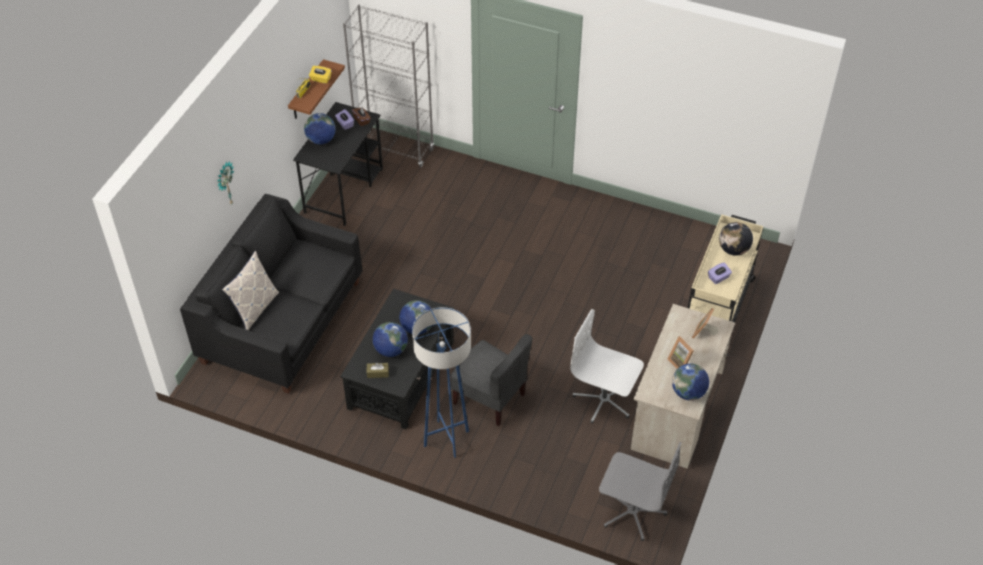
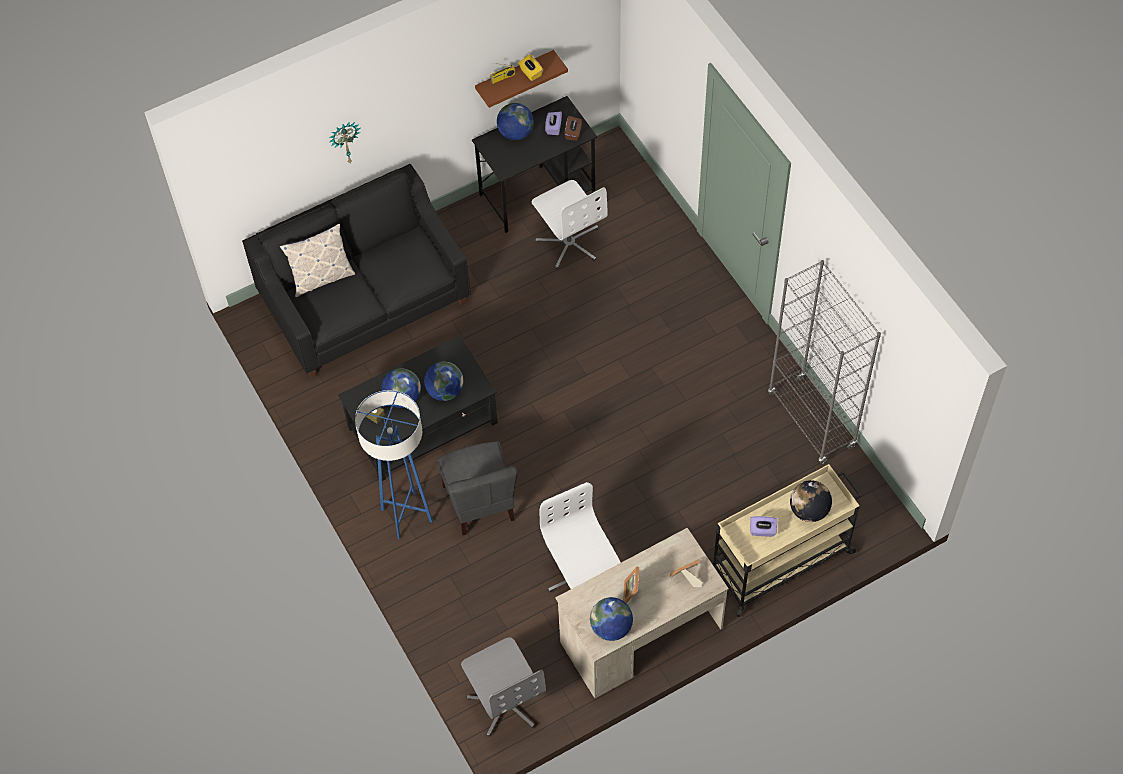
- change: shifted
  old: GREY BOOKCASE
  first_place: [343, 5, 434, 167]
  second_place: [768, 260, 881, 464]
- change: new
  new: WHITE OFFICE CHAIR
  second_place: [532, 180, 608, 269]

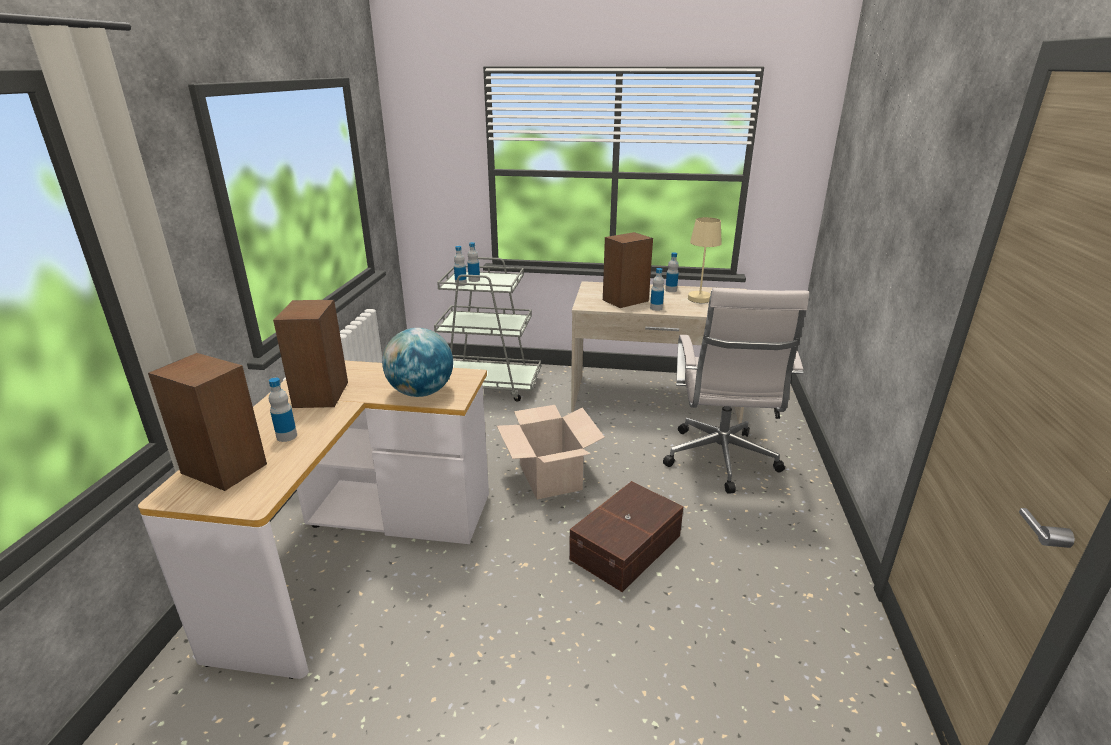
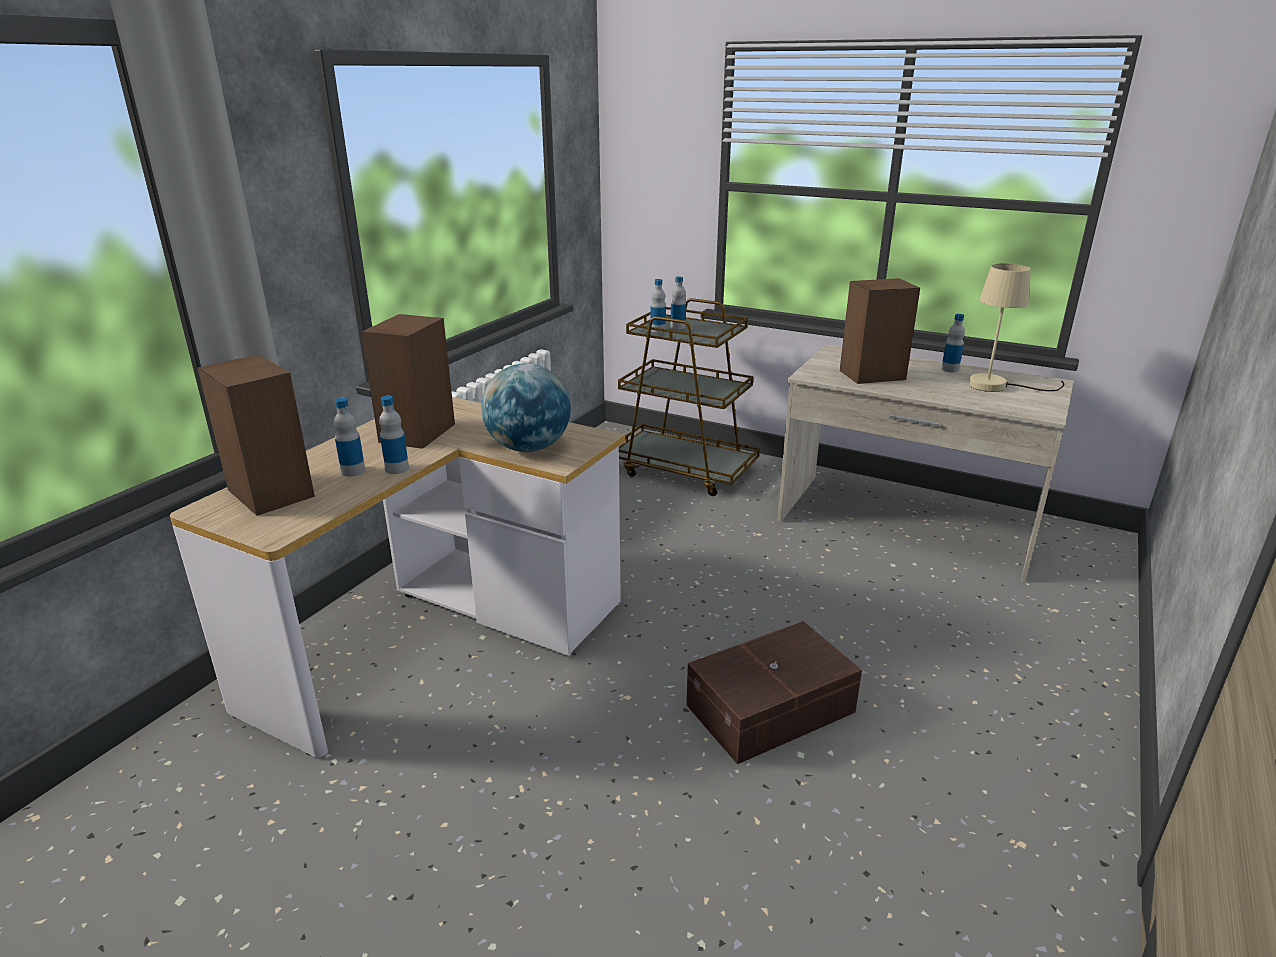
- change: repainted
  old: GREY CART
  new: BROWN CART
  first_place: [434, 257, 541, 402]
  second_place: [618, 298, 760, 496]
- change: gone
  old: CARDBOARD BOX
  first_place: [497, 405, 605, 499]
- change: shifted
  old: BOTTLE
  first_place: [650, 268, 664, 311]
  second_place: [379, 396, 409, 474]
- change: gone
  old: WHITE OFFICE CHAIR
  first_place: [663, 288, 809, 494]

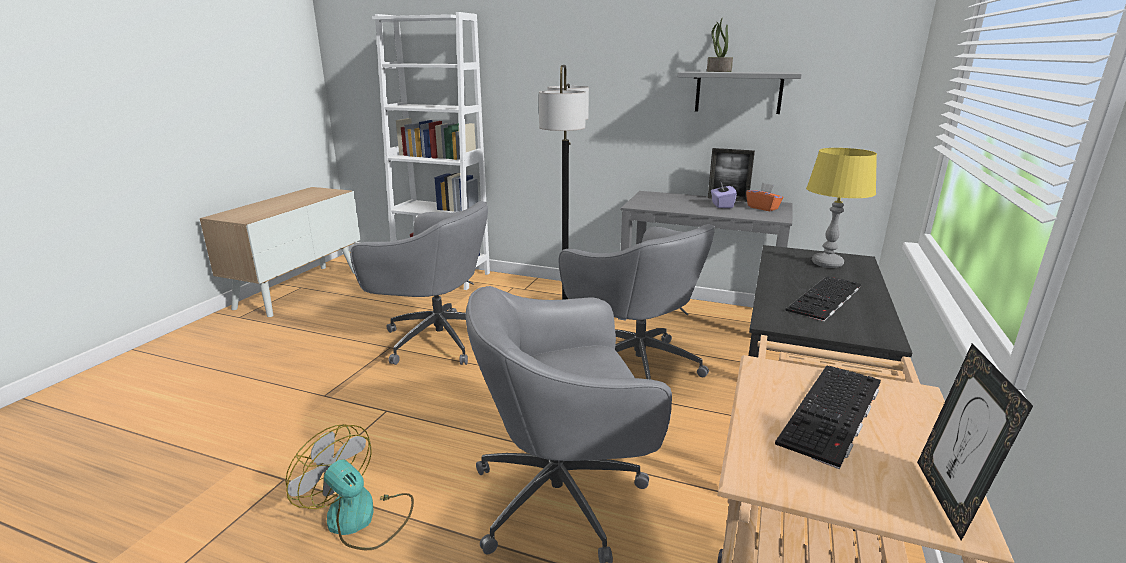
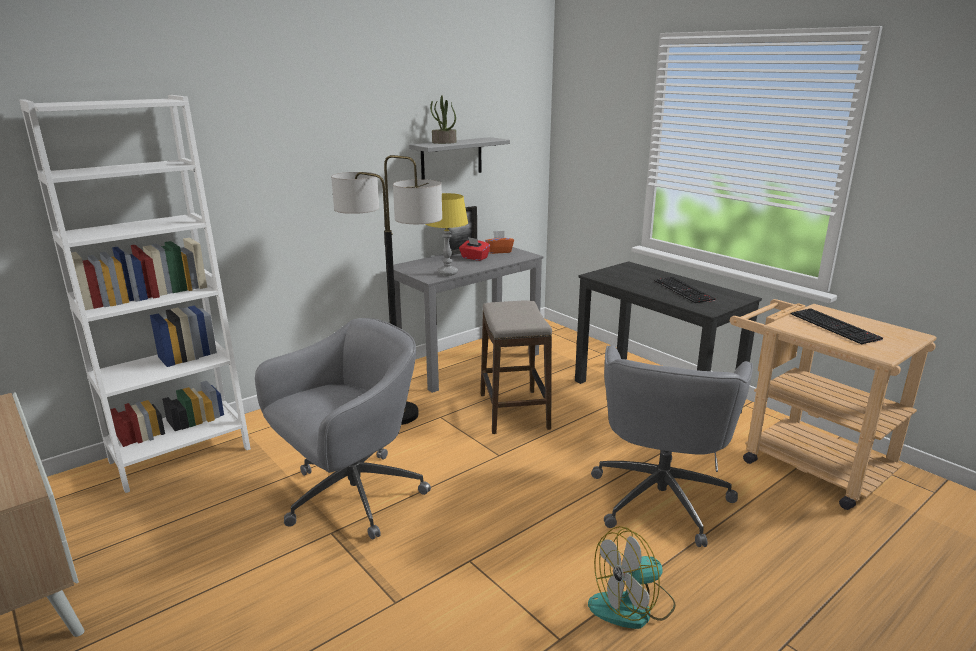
- change: swapped
  old: GREY OFFICE CHAIR
  new: STOOL
  first_place: [559, 224, 715, 380]
  second_place: [481, 300, 552, 434]
- change: repainted
  old: PURPLE TISSUE BOX
  new: RED TISSUE BOX
  first_place: [711, 181, 737, 208]
  second_place: [459, 237, 490, 261]
- change: shifted
  old: YELLOW TABLE LAMP
  first_place: [806, 148, 877, 268]
  second_place: [425, 193, 468, 276]
- change: gone
  old: PICTURE FRAME
  first_place: [917, 343, 1033, 541]

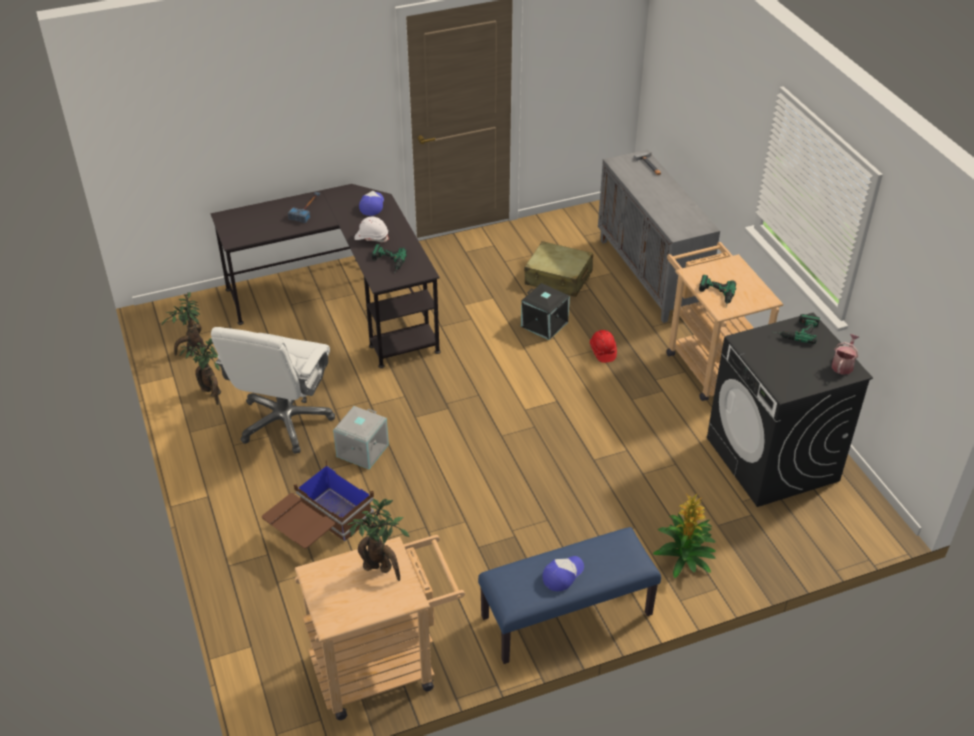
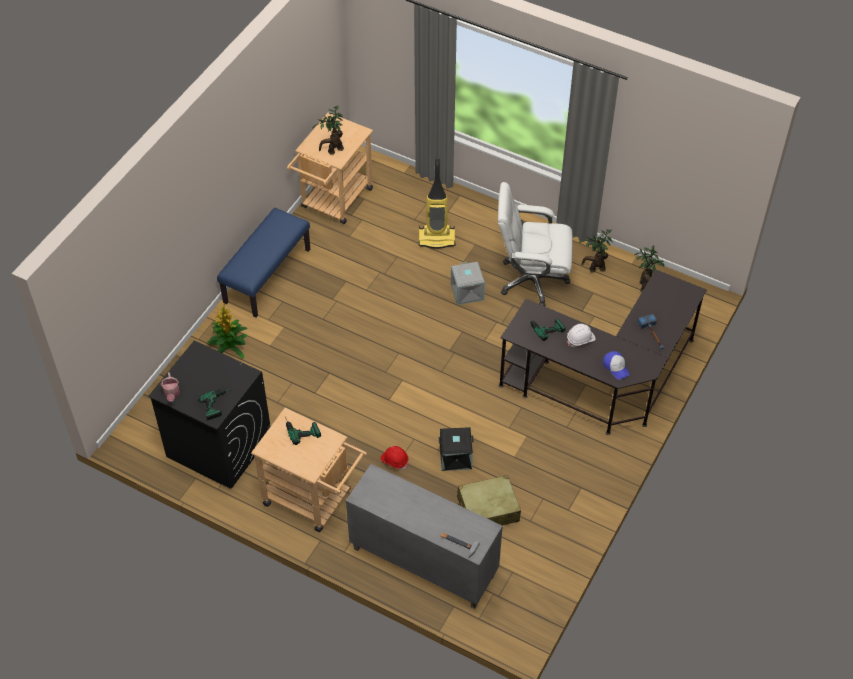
- change: rotated
  old: WHITE OFFICE CHAIR
  first_place: [211, 327, 335, 454]
  second_place: [498, 182, 573, 306]
  degrees: -60
- change: swapped
  old: BROWN STORAGE BOX
  new: VACUUM CLEANER
  first_place: [262, 461, 374, 549]
  second_place: [418, 158, 455, 249]
- change: gone
  old: CAP
  first_place: [543, 556, 584, 591]

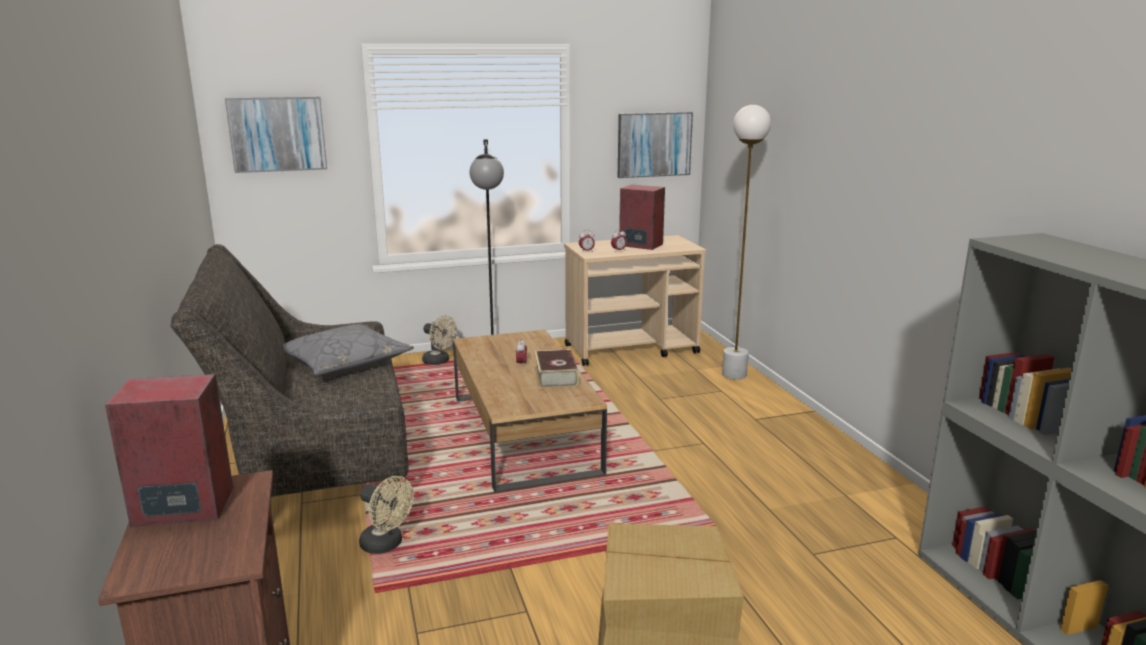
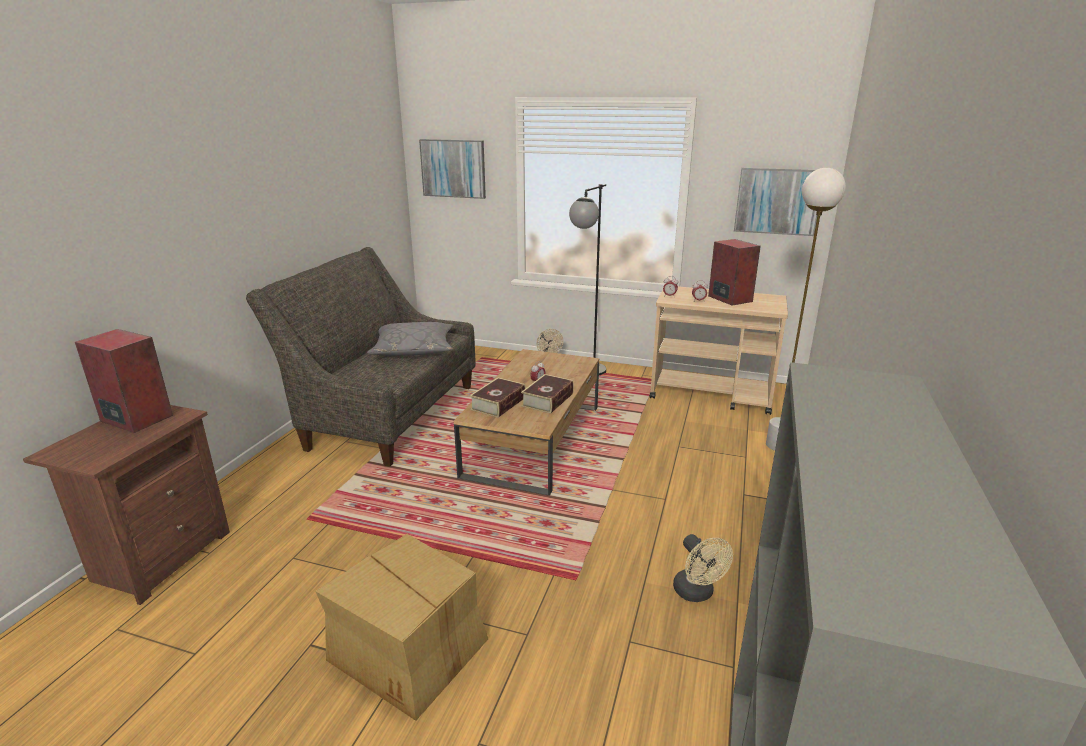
- change: shifted
  old: BEIGE FAN
  first_place: [359, 476, 414, 554]
  second_place: [673, 534, 733, 602]
- change: new
  new: BOOK
  second_place: [469, 378, 526, 418]

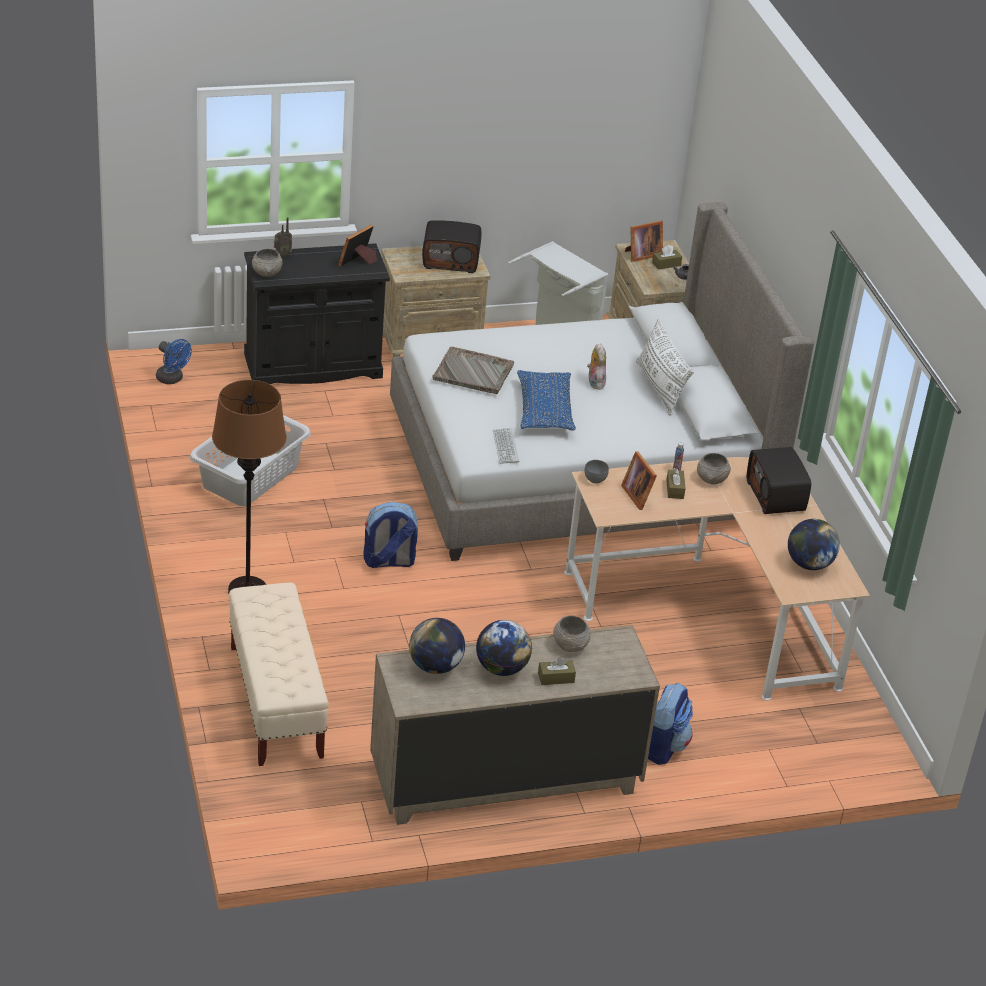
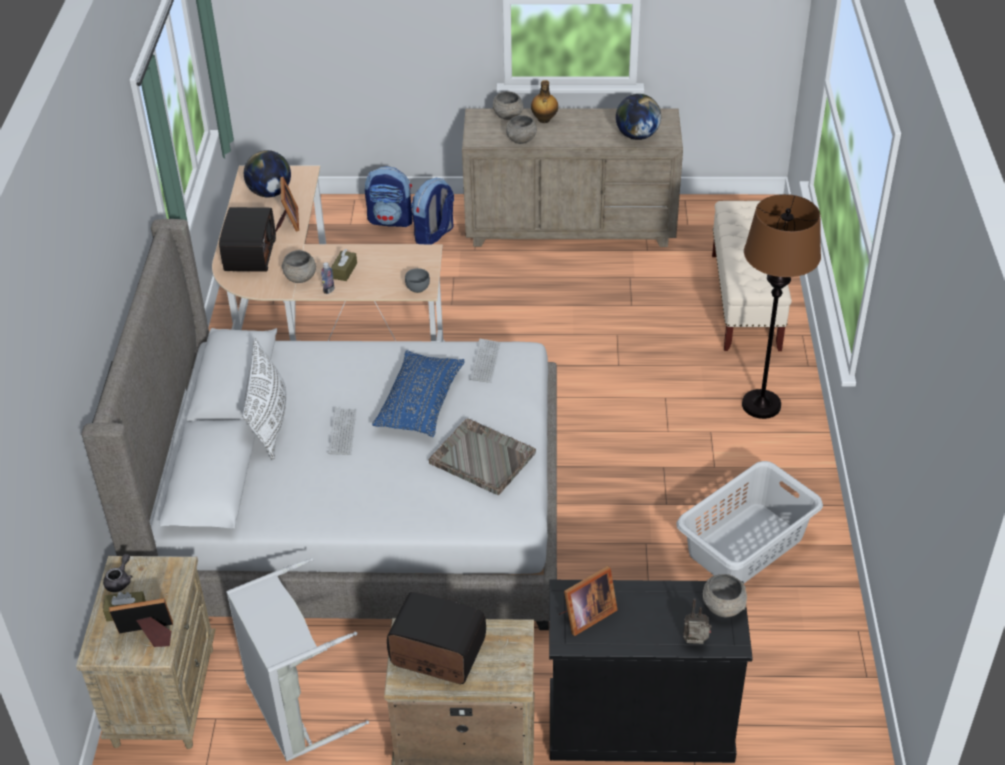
- change: gone
  old: BLUE FAN
  first_place: [156, 339, 192, 384]
- change: shifted
  old: BACKPACK
  first_place: [363, 502, 418, 568]
  second_place: [365, 166, 412, 227]
- change: gone
  old: GLOBE
  first_place: [476, 620, 532, 676]
- change: swapped
  old: BROWN TISSUE BOX
  new: BOTTLE
  first_place: [538, 657, 576, 685]
  second_place: [531, 80, 558, 123]
- change: swapped
  old: PLUSH TOY
  new: KEYBOARD
  first_place: [587, 343, 606, 390]
  second_place: [328, 408, 356, 455]
- change: shifted
  old: PICTURE FRAME
  first_place: [621, 451, 657, 510]
  second_place: [276, 177, 299, 232]
- change: new
  new: GREY BOWL
  second_place: [493, 91, 523, 120]

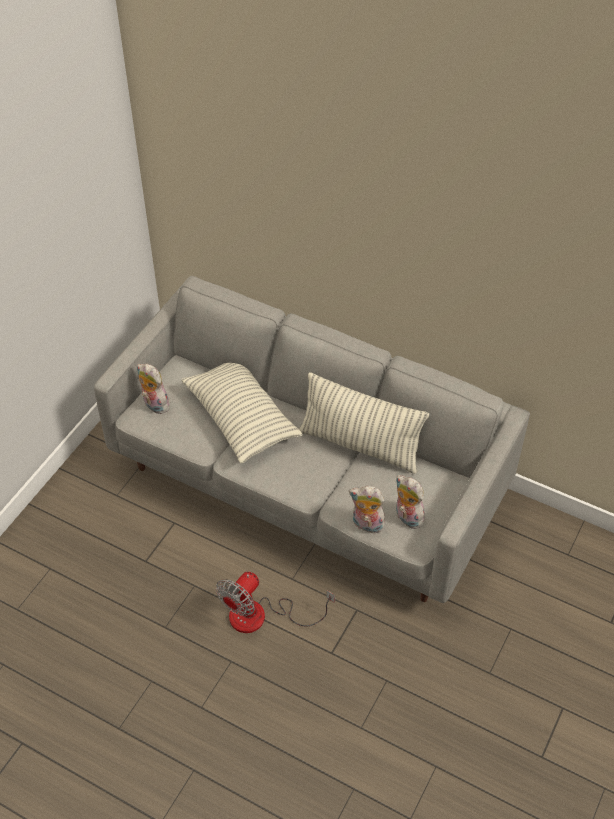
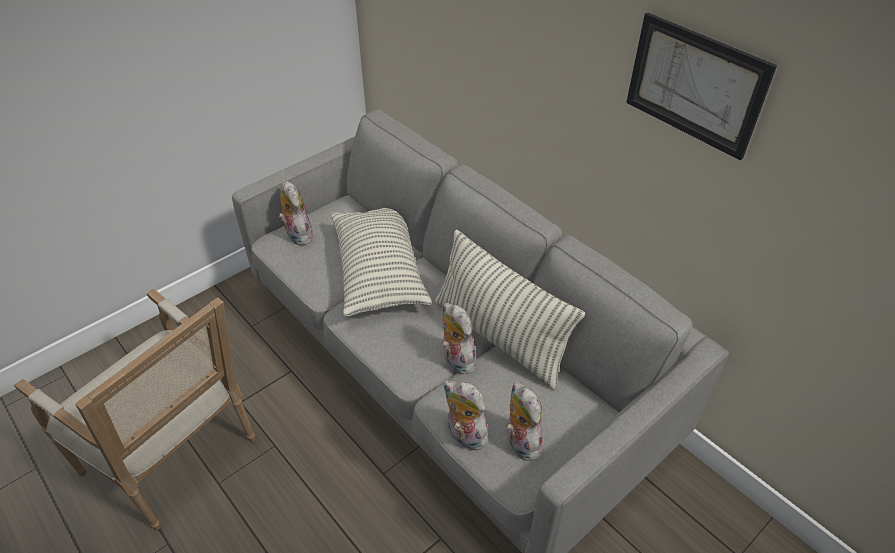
- change: gone
  old: FAN
  first_place: [216, 571, 335, 633]
- change: new
  new: ARMCHAIR
  second_place: [14, 289, 255, 530]
- change: new
  new: PLUSH TOY
  second_place: [442, 303, 476, 374]
- change: new
  new: PICTURE
  second_place: [626, 12, 777, 160]

